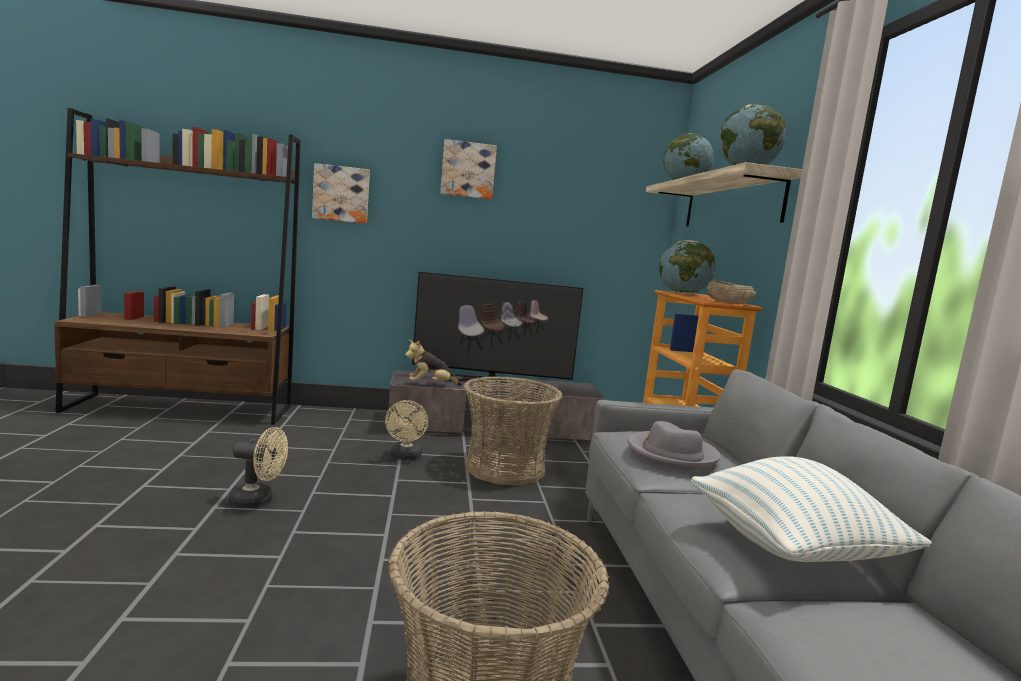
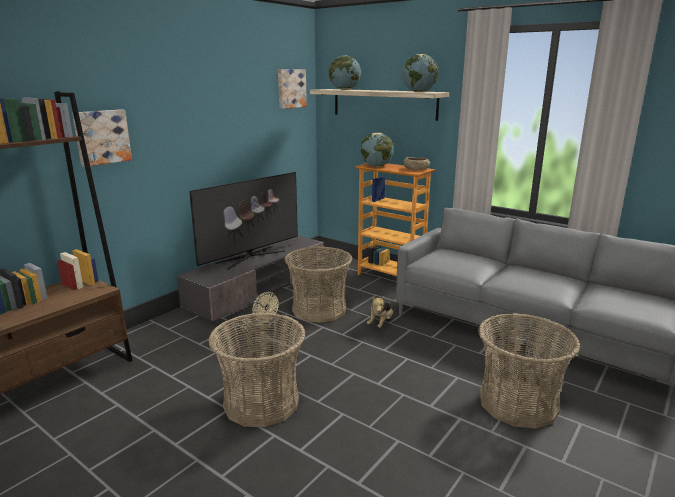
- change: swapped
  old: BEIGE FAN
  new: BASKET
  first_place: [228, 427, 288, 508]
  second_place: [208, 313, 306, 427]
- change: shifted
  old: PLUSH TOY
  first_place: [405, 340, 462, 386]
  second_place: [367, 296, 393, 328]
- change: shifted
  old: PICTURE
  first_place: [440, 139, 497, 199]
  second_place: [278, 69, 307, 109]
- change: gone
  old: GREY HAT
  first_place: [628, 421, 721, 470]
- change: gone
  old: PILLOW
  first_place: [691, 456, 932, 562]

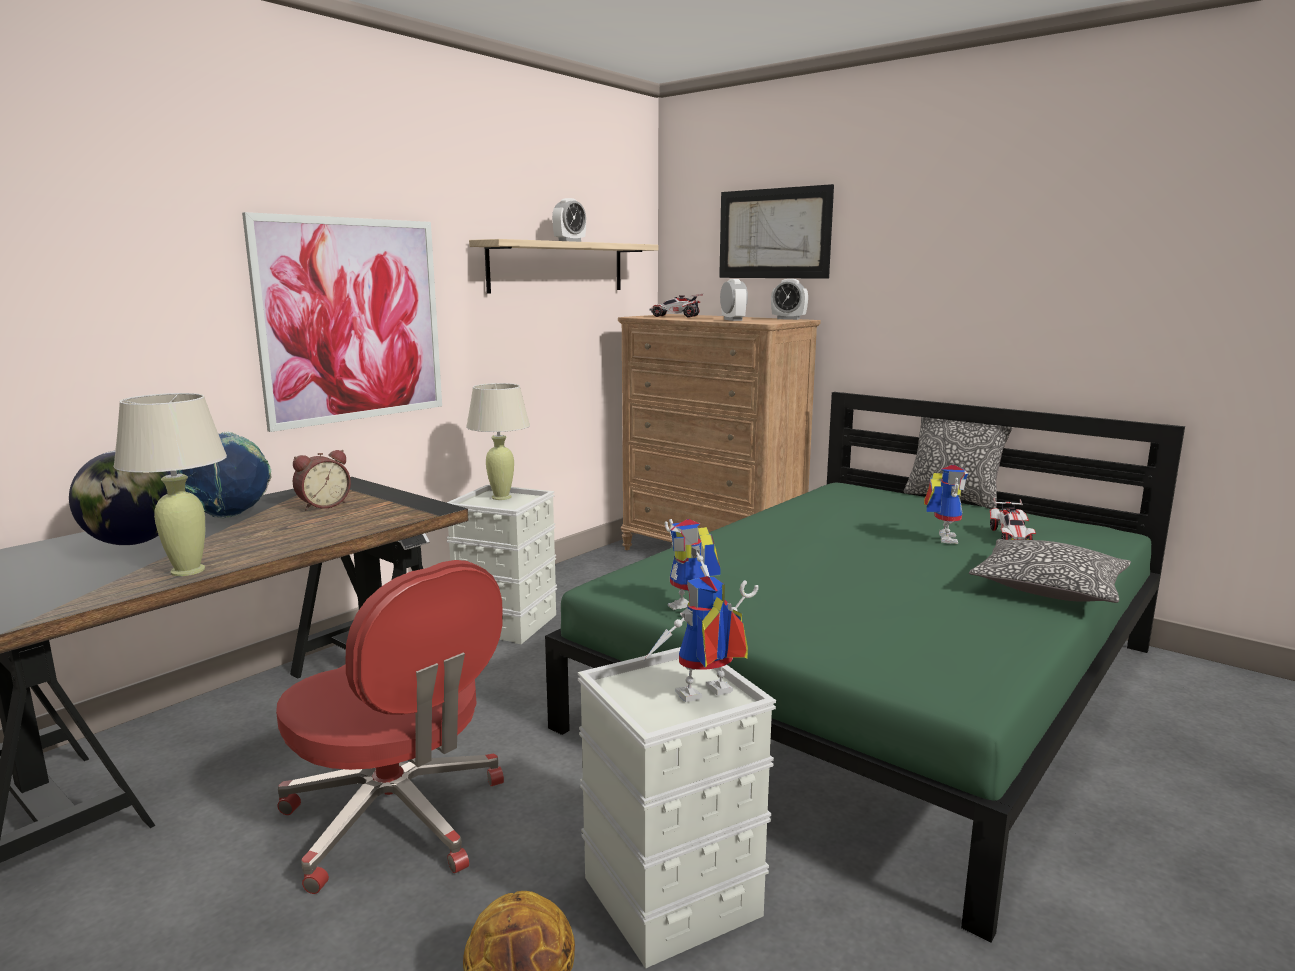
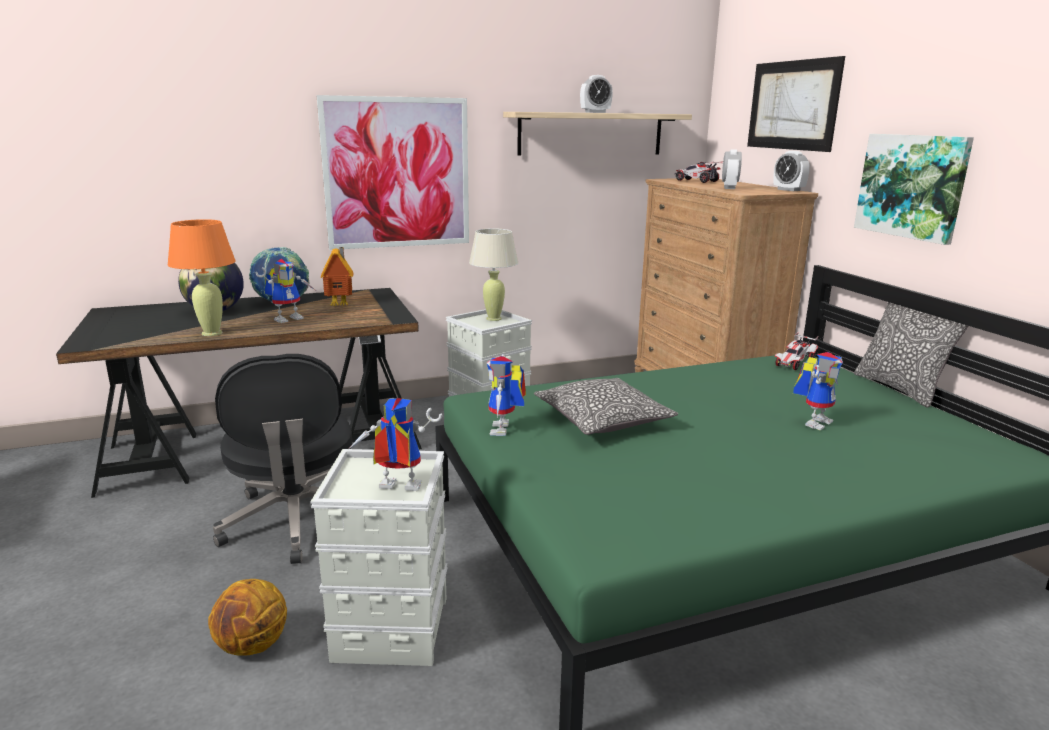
- change: repainted
  old: BEIGE TABLE LAMP
  new: ORANGE TABLE LAMP
  first_place: [114, 393, 227, 576]
  second_place: [167, 219, 236, 336]
- change: repainted
  old: RED OFFICE CHAIR
  new: BLACK OFFICE CHAIR
  first_place: [276, 560, 504, 894]
  second_place: [213, 354, 352, 564]
- change: swapped
  old: ALARM CLOCK
  new: TOY HOUSE
  first_place: [293, 450, 351, 510]
  second_place: [321, 247, 353, 306]
- change: shifted
  old: PILLOW
  first_place: [969, 539, 1131, 603]
  second_place: [534, 378, 678, 435]
- change: shifted
  old: TOY CAR
  first_place: [990, 498, 1036, 540]
  second_place: [775, 332, 818, 370]
- change: new
  new: TOY ROBOT
  second_place: [255, 259, 315, 323]
- change: new
  new: PICTURE
  second_place: [854, 134, 974, 245]

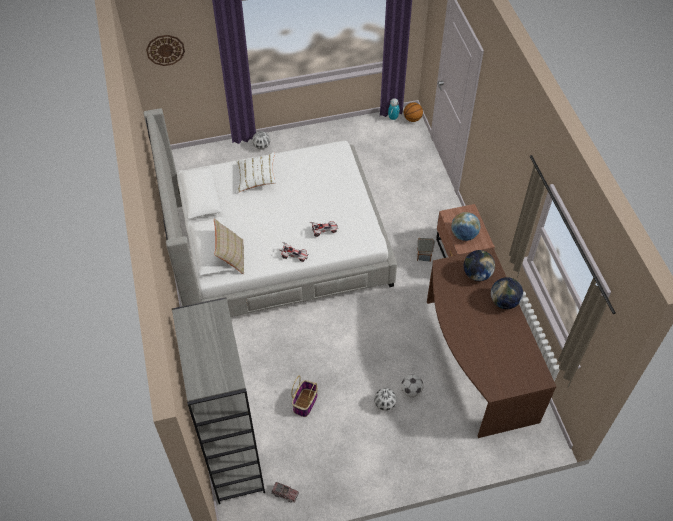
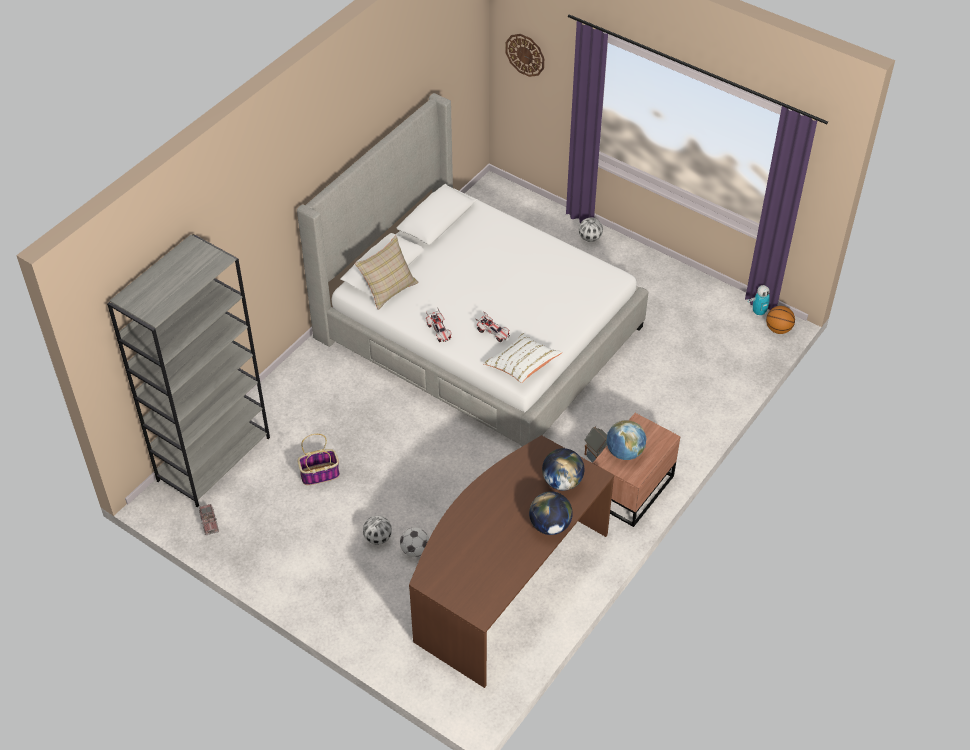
- change: shifted
  old: WHITE PILLOW
  first_place: [236, 152, 276, 193]
  second_place: [483, 333, 562, 383]

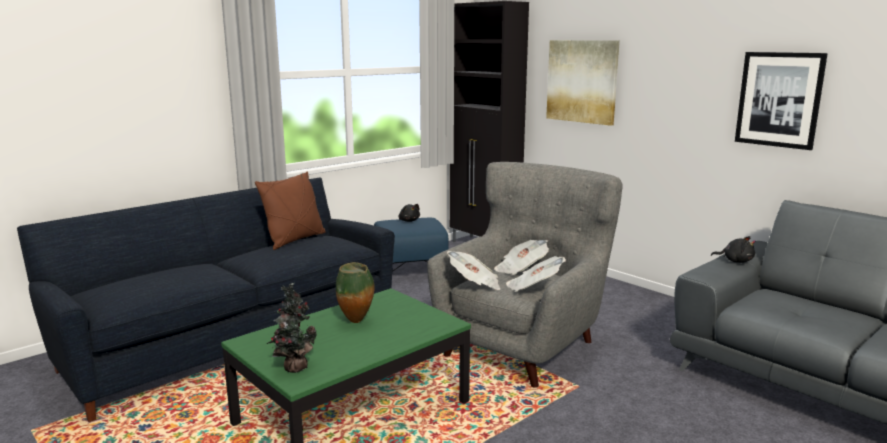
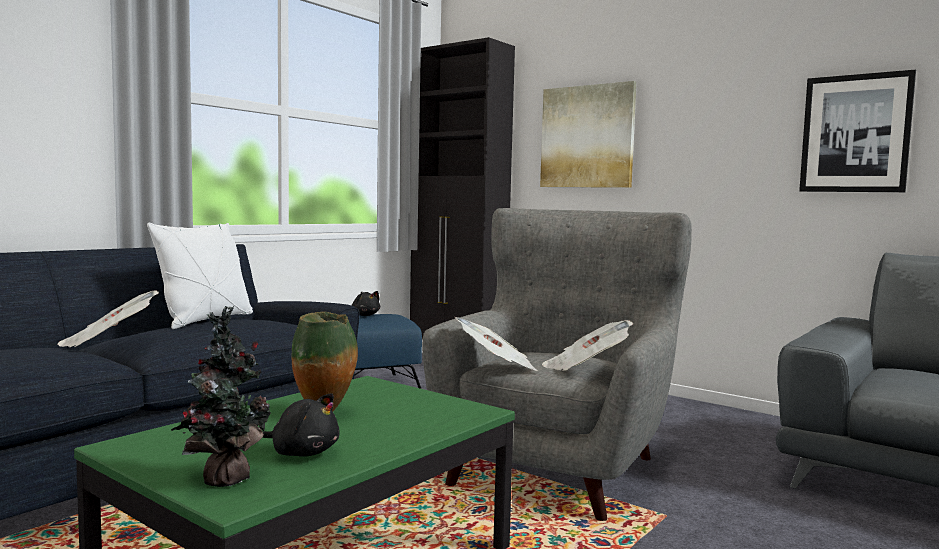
- change: repainted
  old: BROWN PILLOW
  new: WHITE PILLOW
  first_place: [255, 172, 325, 250]
  second_place: [147, 223, 253, 329]
- change: shifted
  old: NEWSPAPER
  first_place: [494, 240, 549, 275]
  second_place: [57, 290, 159, 347]
- change: shifted
  old: BLACK PLUSH TOY
  first_place: [711, 236, 755, 263]
  second_place: [262, 393, 340, 457]

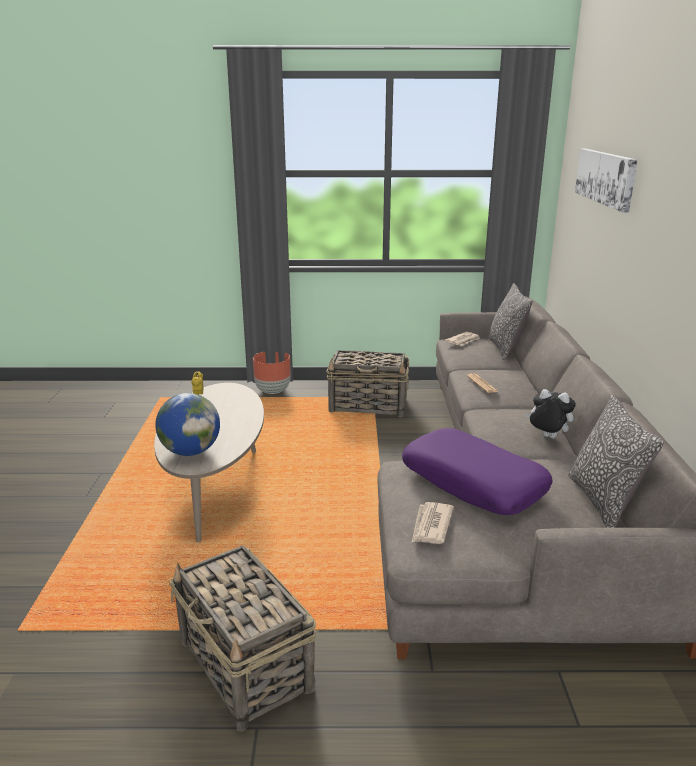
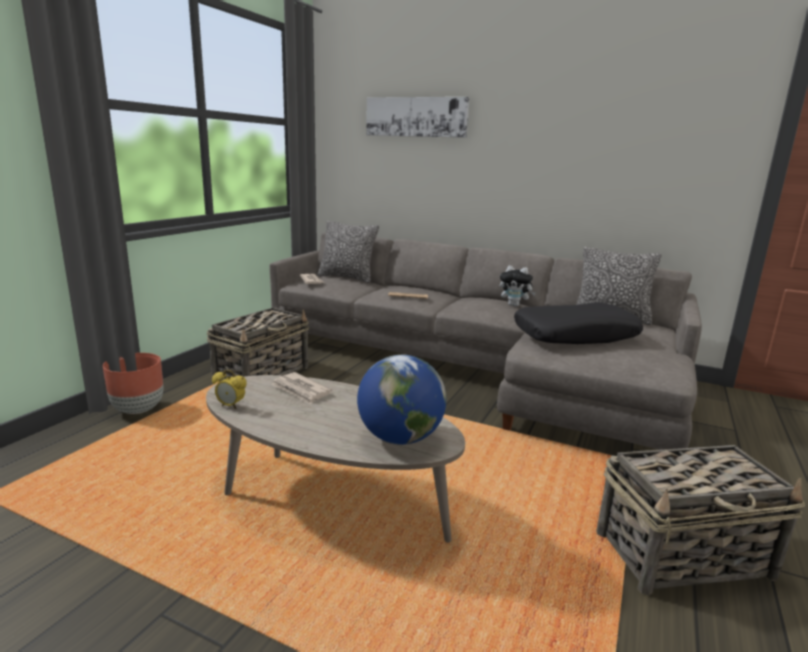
- change: repainted
  old: PURPLE PILLOW
  new: BLACK PILLOW
  first_place: [402, 428, 553, 515]
  second_place: [514, 302, 643, 344]
- change: shifted
  old: NEWSPAPER
  first_place: [412, 502, 454, 544]
  second_place: [271, 372, 332, 405]
- change: rotated
  old: PLUSH TOY
  first_place: [525, 389, 576, 439]
  second_place: [500, 265, 536, 306]
  degrees: -120

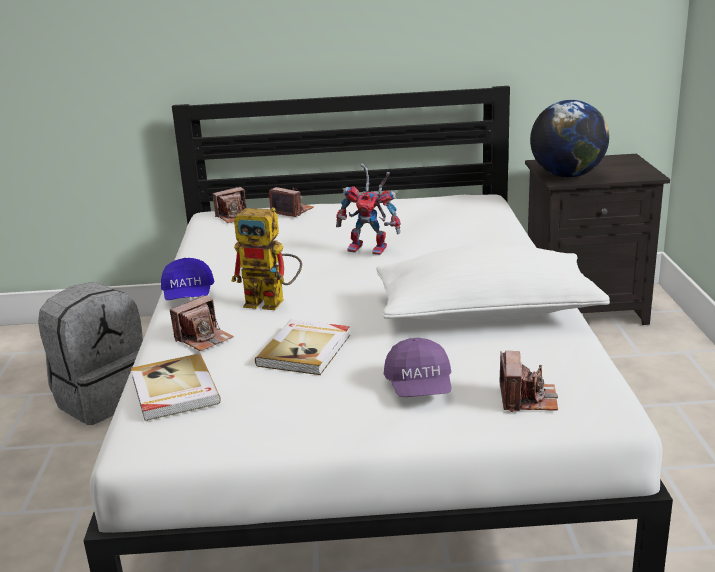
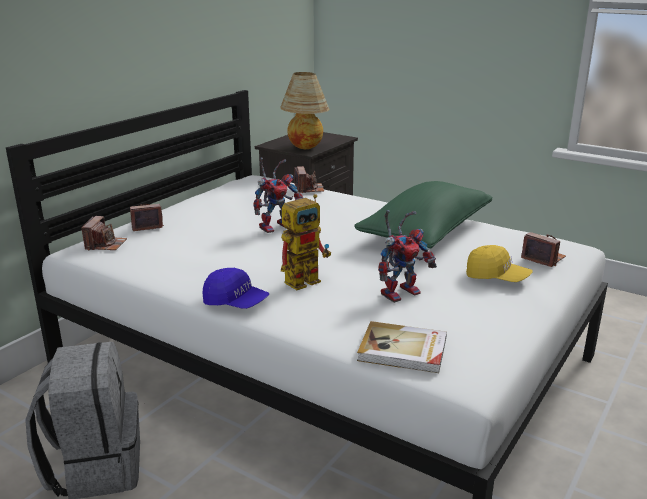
- change: shifted
  old: PHOTO CAMERA
  first_place: [170, 295, 234, 352]
  second_place: [294, 166, 324, 193]
- change: swapped
  old: BOOK
  new: TOY ROBOT
  first_place: [255, 320, 350, 375]
  second_place: [378, 210, 437, 303]
- change: repainted
  old: WHITE PILLOW
  new: GREEN PILLOW
  first_place: [376, 244, 610, 322]
  second_place: [354, 181, 492, 248]
- change: repainted
  old: PURPLE CAP
  new: YELLOW CAP
  first_place: [384, 338, 451, 397]
  second_place: [466, 245, 533, 282]
- change: swapped
  old: GLOBE
  new: TABLE LAMP
  first_place: [530, 100, 609, 178]
  second_place: [280, 72, 330, 149]

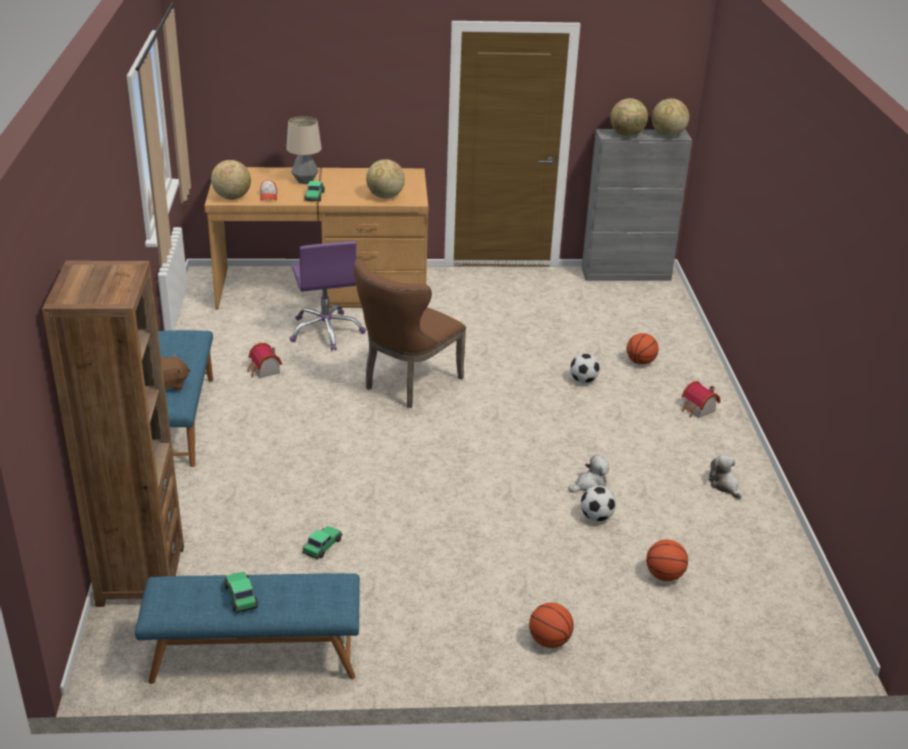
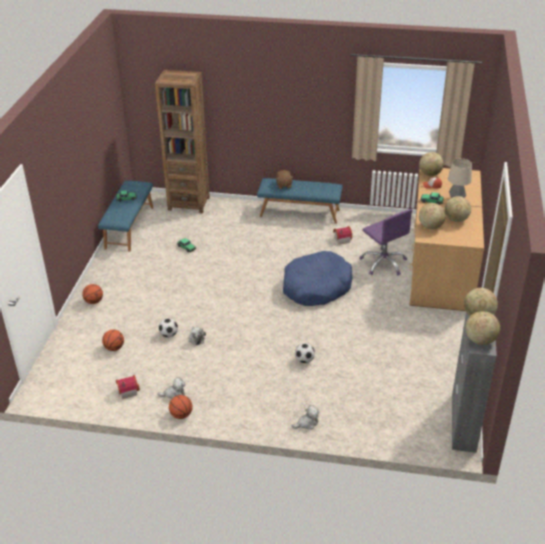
- change: rotated
  old: PURPLE OFFICE CHAIR
  first_place: [290, 241, 366, 351]
  second_place: [360, 209, 412, 276]
  degrees: -120
- change: swapped
  old: BROWN CHAIR
  new: BLUE DOG BED
  first_place: [354, 259, 466, 408]
  second_place: [283, 251, 353, 306]
- change: shifted
  old: BASKETBALL
  first_place: [627, 333, 659, 365]
  second_place: [169, 395, 193, 419]
- change: shifted
  old: TOY HOUSE
  first_place: [682, 381, 720, 418]
  second_place: [116, 375, 140, 399]
- change: new
  new: PLUSH TOY
  second_place: [291, 405, 320, 429]
- change: new
  new: GLOBE
  second_place: [445, 196, 471, 222]

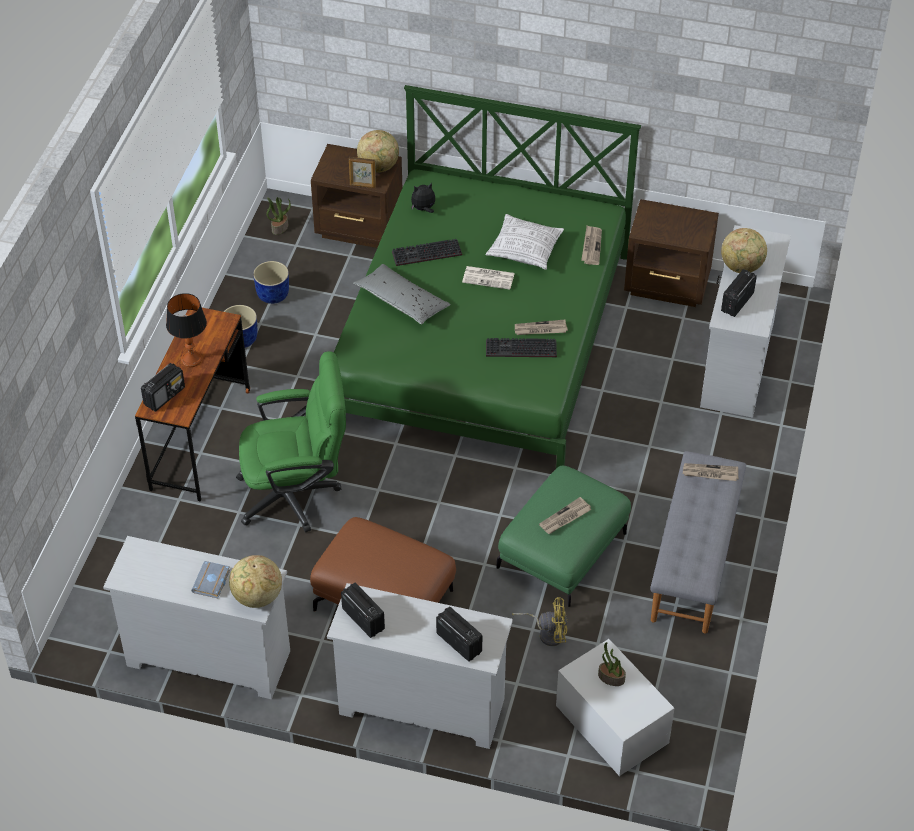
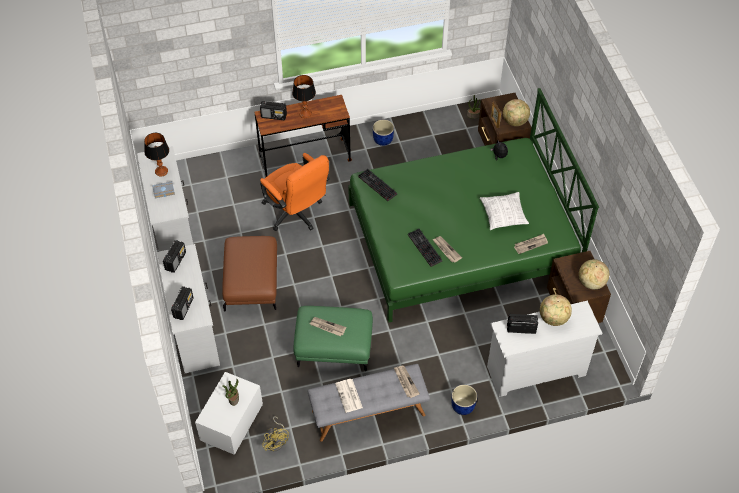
- change: shifted
  old: GLOBE
  first_place: [229, 555, 282, 608]
  second_place: [579, 259, 609, 289]
- change: repainted
  old: GREEN OFFICE CHAIR
  new: ORANGE OFFICE CHAIR
  first_place: [236, 351, 346, 533]
  second_place: [260, 153, 330, 231]
- change: shifted
  old: BLUE PLANTER
  first_place: [253, 261, 289, 304]
  second_place: [452, 385, 477, 415]
- change: gone
  old: GREY PILLOW
  first_place: [353, 264, 451, 324]
- change: shifted
  old: KEYBOARD
  first_place: [392, 239, 462, 266]
  second_place: [358, 169, 397, 201]
- change: shifted
  old: NEWSPAPER
  first_place: [462, 266, 515, 290]
  second_place: [335, 379, 363, 413]
- change: shifted
  old: YELLOW FAN
  first_place: [512, 597, 567, 646]
  second_place: [262, 416, 289, 451]
- change: new
  new: TABLE LAMP
  second_place: [144, 133, 169, 177]

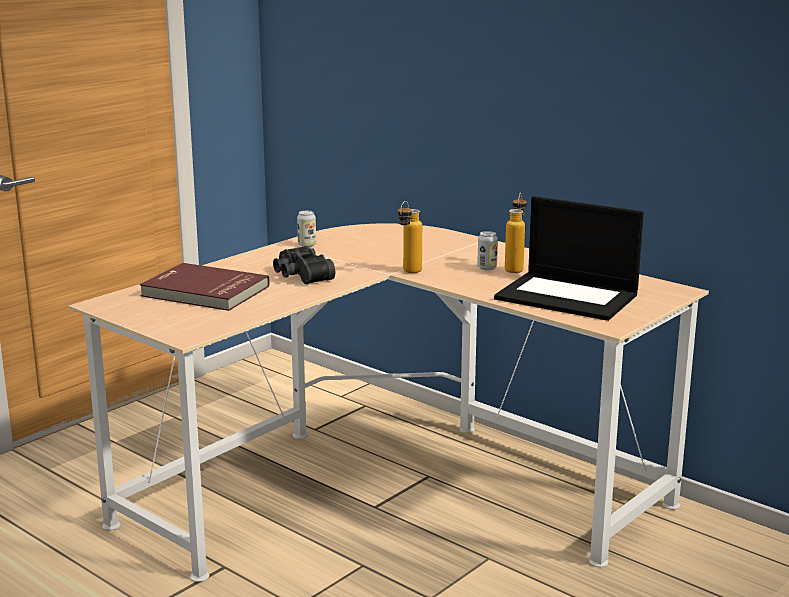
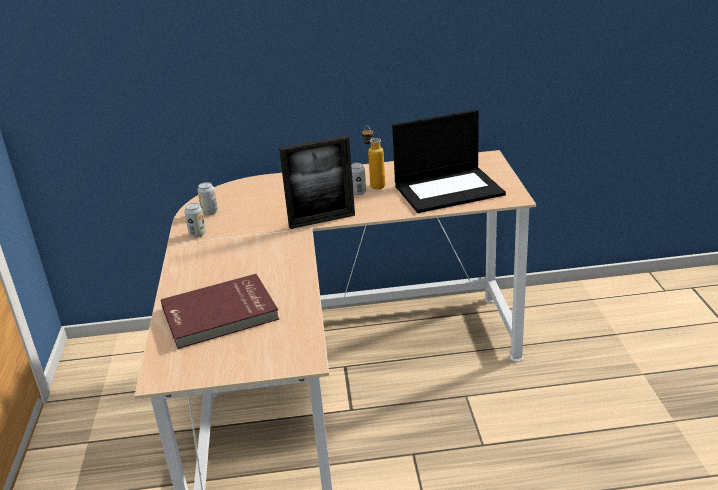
- change: gone
  old: BLACK BINOCULARS
  first_place: [273, 246, 335, 284]
- change: swapped
  old: BOTTLE
  new: PICTURE FRAME
  first_place: [398, 201, 422, 273]
  second_place: [279, 135, 355, 229]
- change: new
  new: CAN
  second_place: [198, 182, 218, 215]

